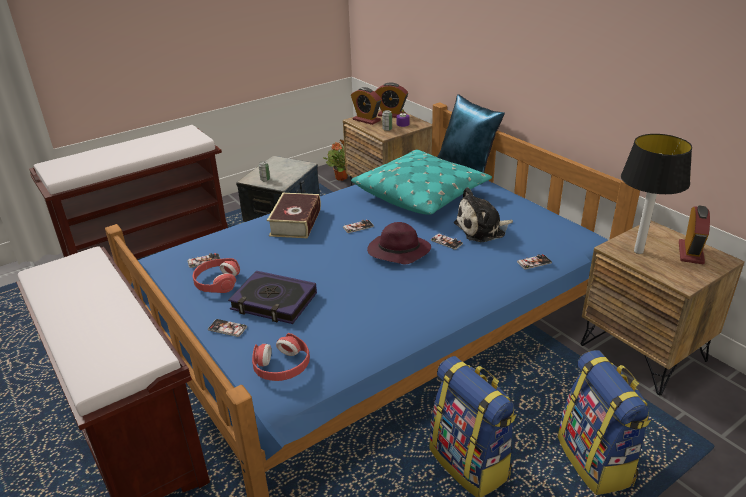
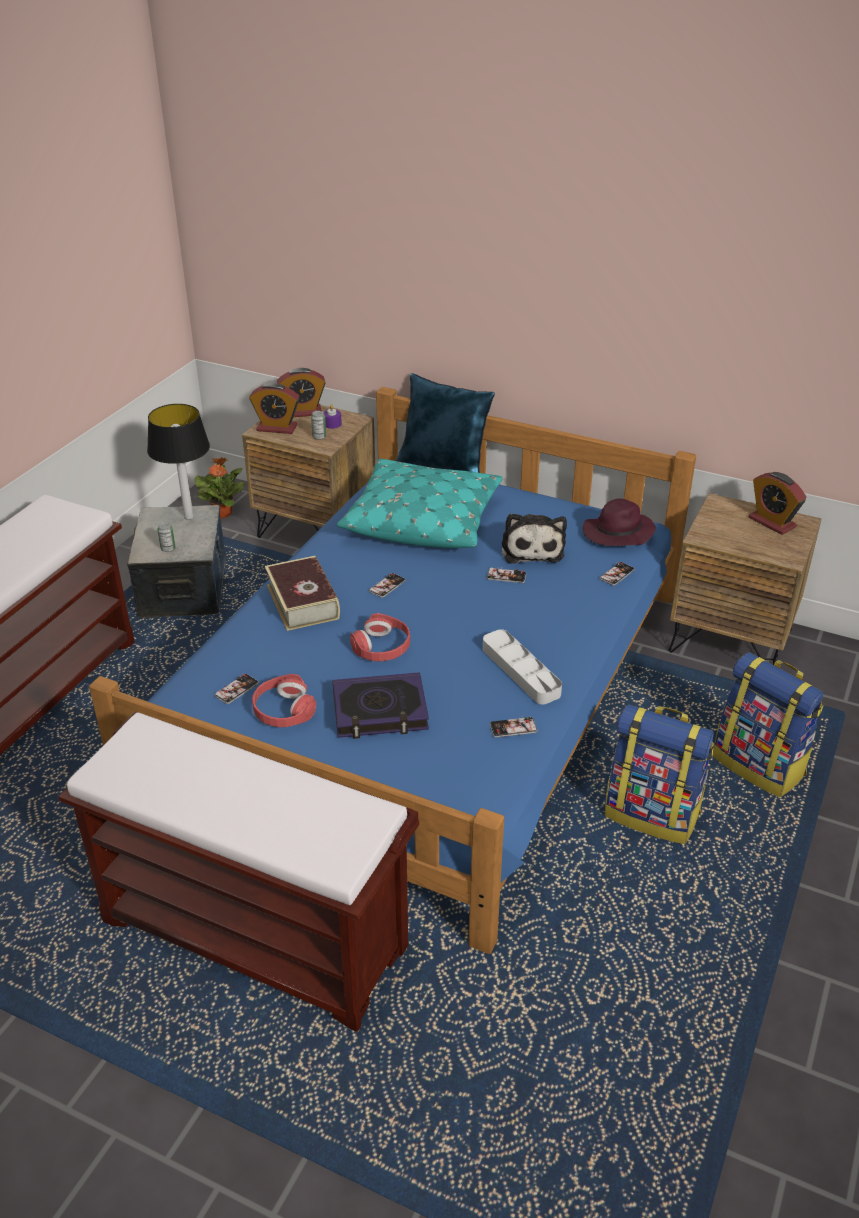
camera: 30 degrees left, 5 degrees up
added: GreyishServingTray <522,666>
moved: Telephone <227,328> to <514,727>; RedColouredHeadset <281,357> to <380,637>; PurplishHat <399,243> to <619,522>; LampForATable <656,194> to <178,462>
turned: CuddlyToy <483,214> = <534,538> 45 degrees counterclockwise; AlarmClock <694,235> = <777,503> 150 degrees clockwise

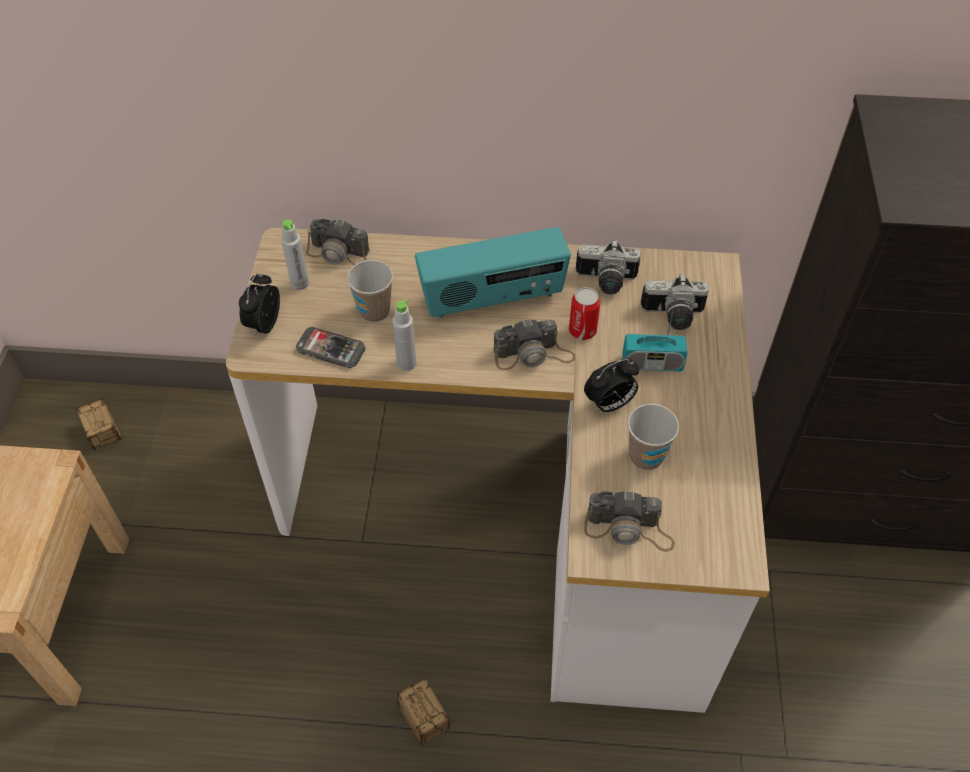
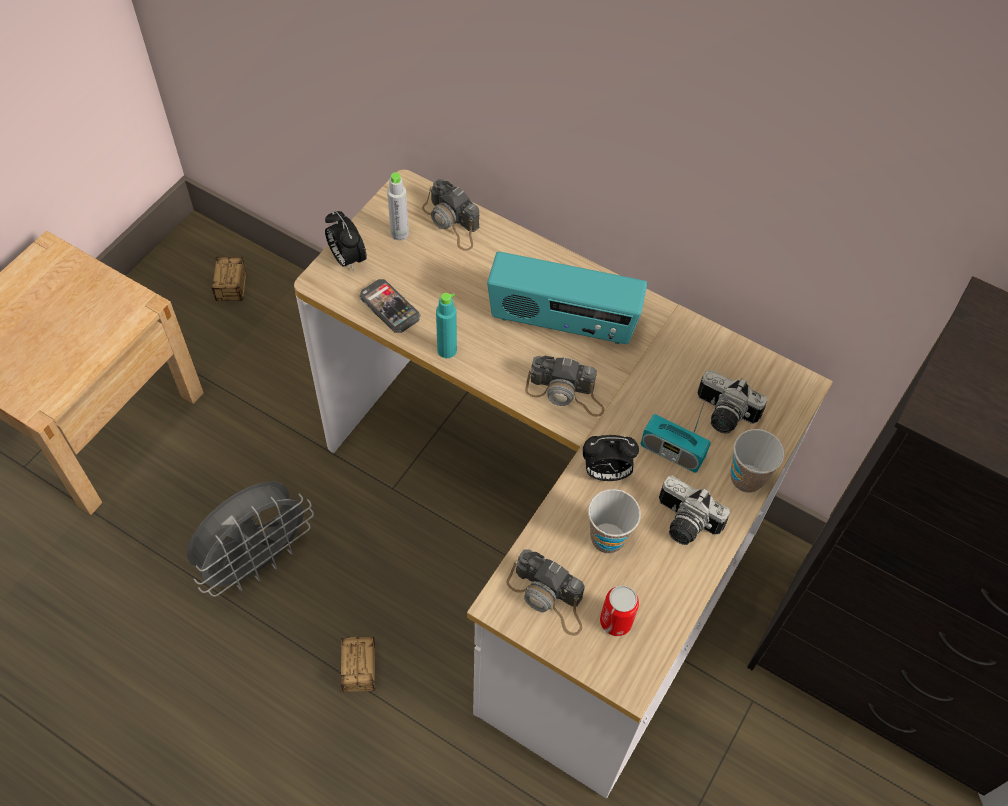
camera: 25 degrees right, 5 degrees up
added: GreyishCoolingFan <250,539>
moved: Cup <370,291> to <758,461>; Can <584,313> to <619,610>; PhotoCamera <608,267> to <694,510>
recoloured: GreyishBeverageBottle <404,335> to TurquoiseBeverageBottle <446,325>
turned: AlarmClock <259,305> = <346,241> 75 degrees counterclockwise

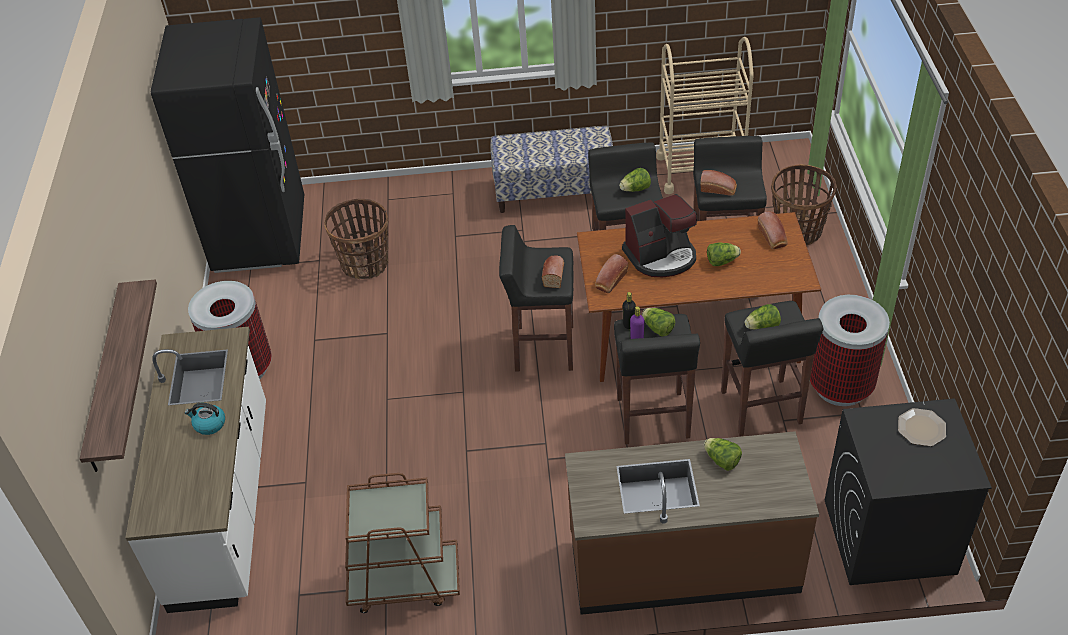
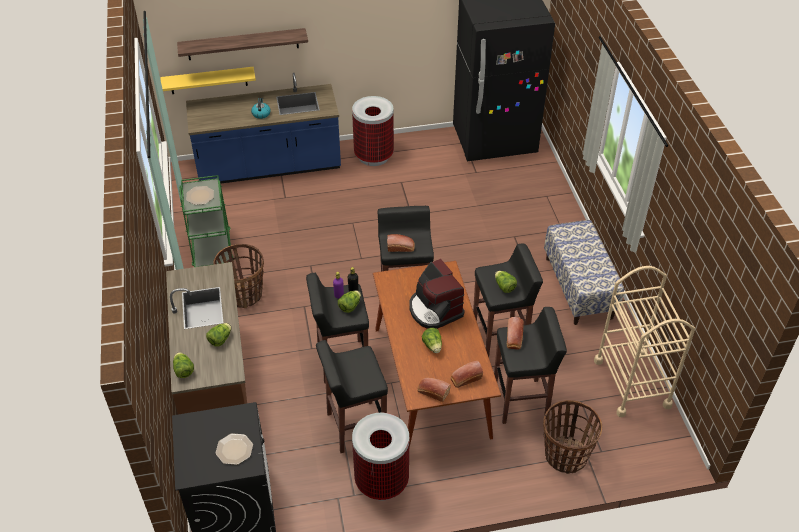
camera: 80 degrees right, 0 degrees up
added: YellowBracketShelf <208,80>; DinnerPlate <200,195>
moved: Basket <356,239> to <239,276>; BakeryBread <611,273> to <434,390>; Lettuce <763,317> to <183,365>
recoloured: WhiteColouredKitchenBaseUnit <195,470> to BlueKitchenBaseUnit <263,128>; BrownCart <402,543> to GreenCart <206,221>

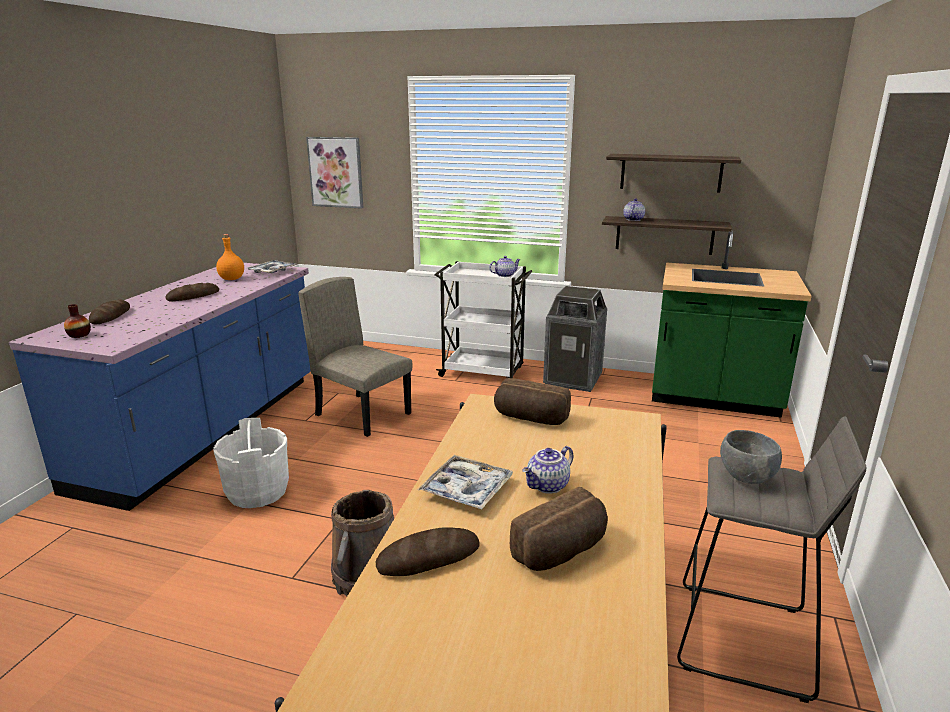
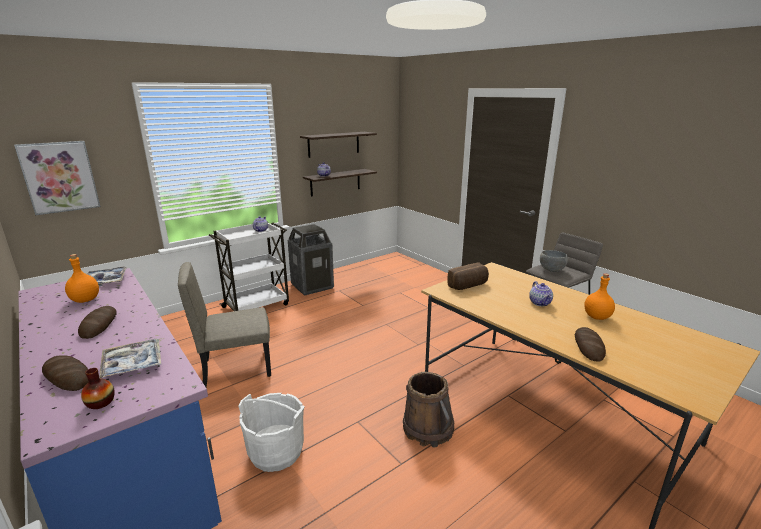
camera: 55 degrees left, 0 degrees up
removed: GreenKitchenBaseUnit <732,324>
moved: ServingTray <465,482> to <130,358>
replaced: BakeryBread <559,529> to OrangeBeverageBottle <599,296>

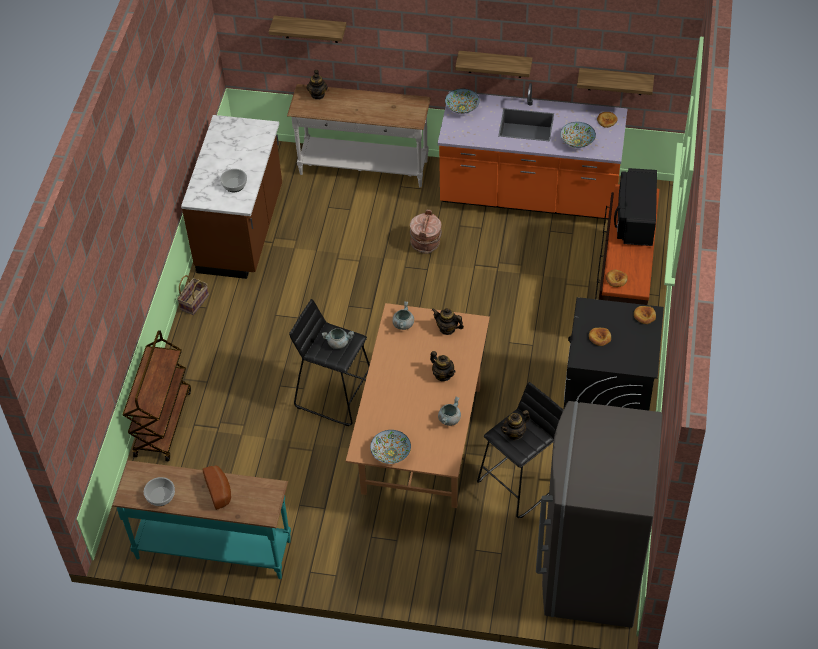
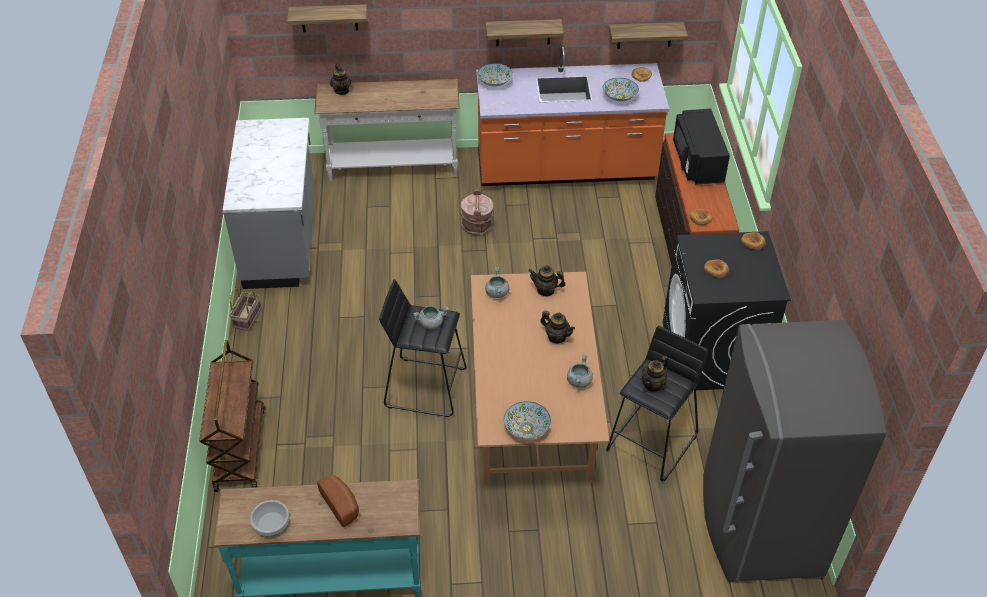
camera: 15 degrees left, 5 degrees down
removed: DeepDish <233,180>
recoloured: BrownKitchenBaseUnit <231,197> to GreyishKitchenBaseUnit <269,203>

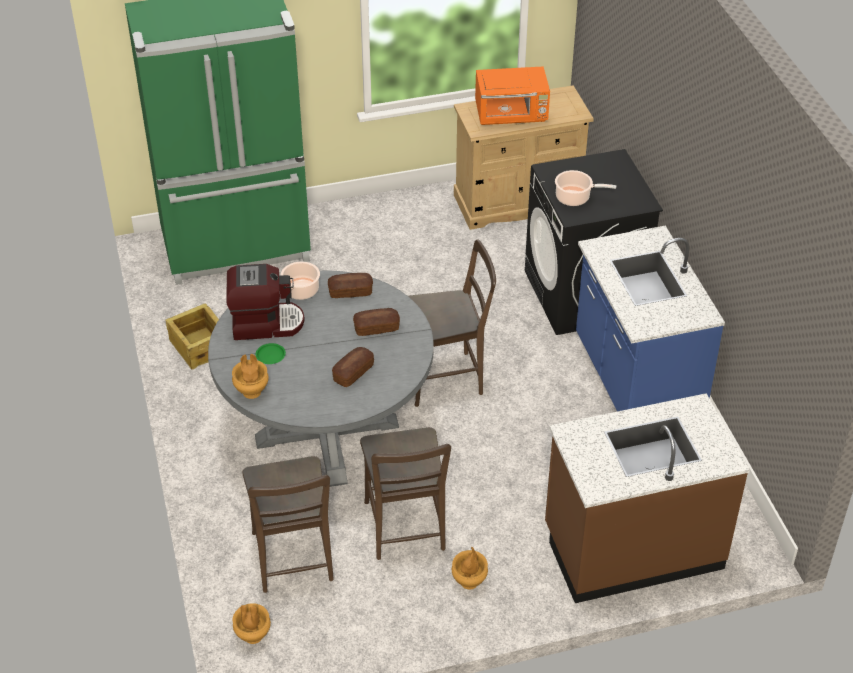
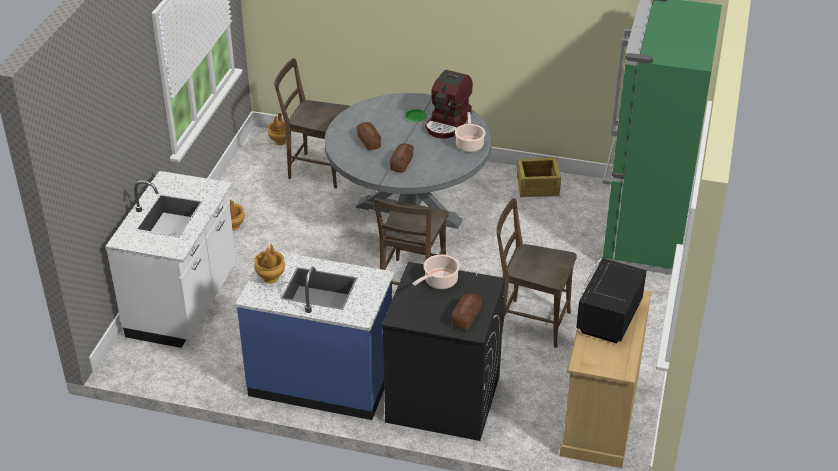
camera: 120 degrees right, 5 degrees down
moved: BrownVase <250,376> to <269,263>; BakeryBread <350,285> to <466,311>; BrownChair <405,493> to <536,273>
recoloured: OrangeMicrowaveOven <512,95> to BlackColouredMicrowaveOven <611,301>; BrownKitchenBaseUnit <647,498> to WhiteColouredKitchenBaseUnit <170,259>

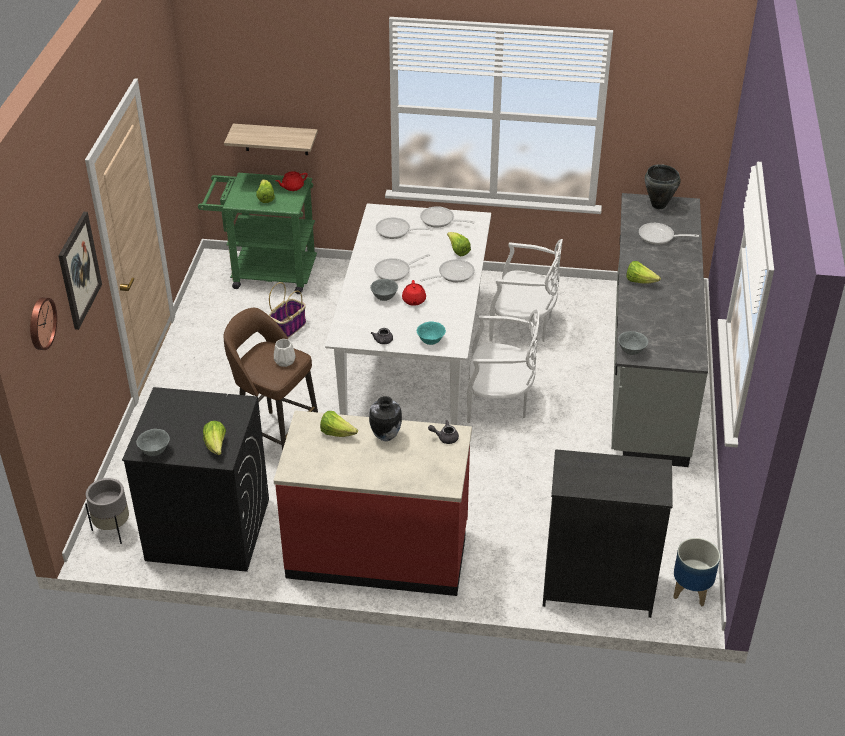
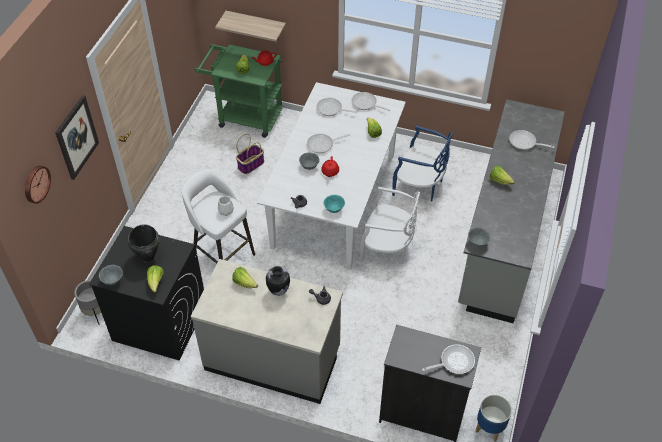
camera: 10 degrees right, 10 degrees up
moved: Pan <447,270> to <448,359>; BlackColouredStockpot <663,186> to <144,243>
recoloured: BrownSittingStool <270,379> to WhiteColouredSittingStool <218,216>; RedColouredKitchenBaseUnit <373,503> to GreyishKitchenBaseUnit <267,331>; WhiteColouredChair <526,290> to BlueChair <422,164>

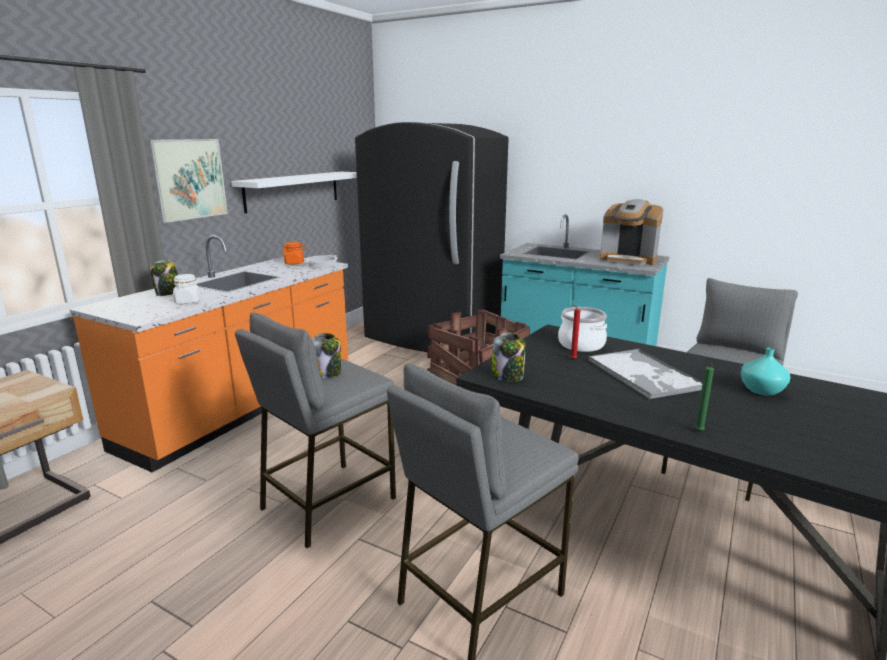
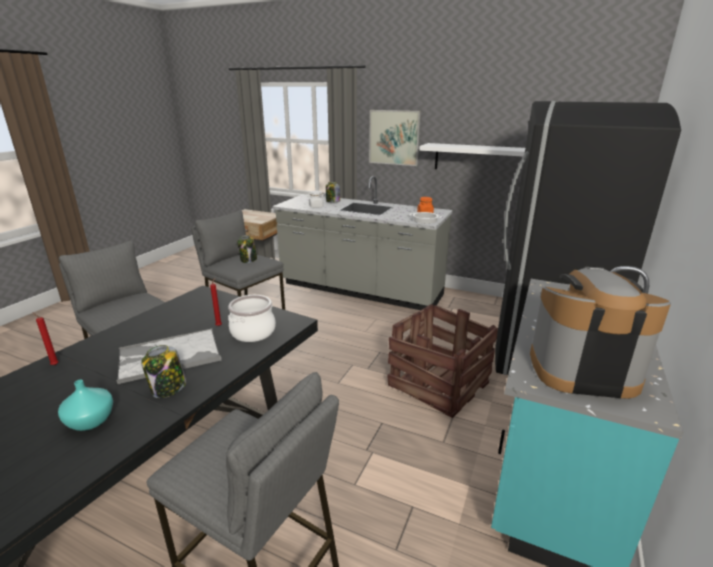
camera: 85 degrees right, 5 degrees up
moved: PreserveJar <509,357> to <163,371>
recoloured: OrangeKitchenBaseUnit <209,353> to GreyishKitchenBaseUnit <362,243>; GreenWaxLight <704,397> to RedColouredWaxLight <46,338>
turned: CoffeeMachine <631,232> = <600,332> 75 degrees clockwise

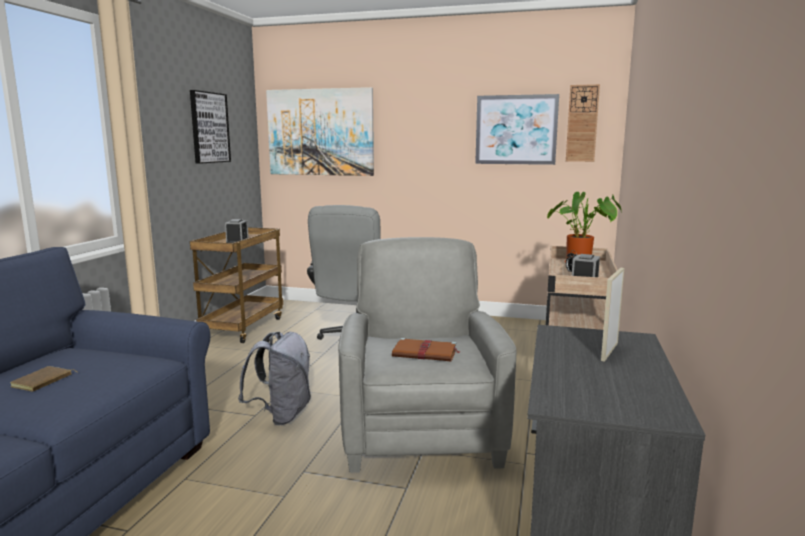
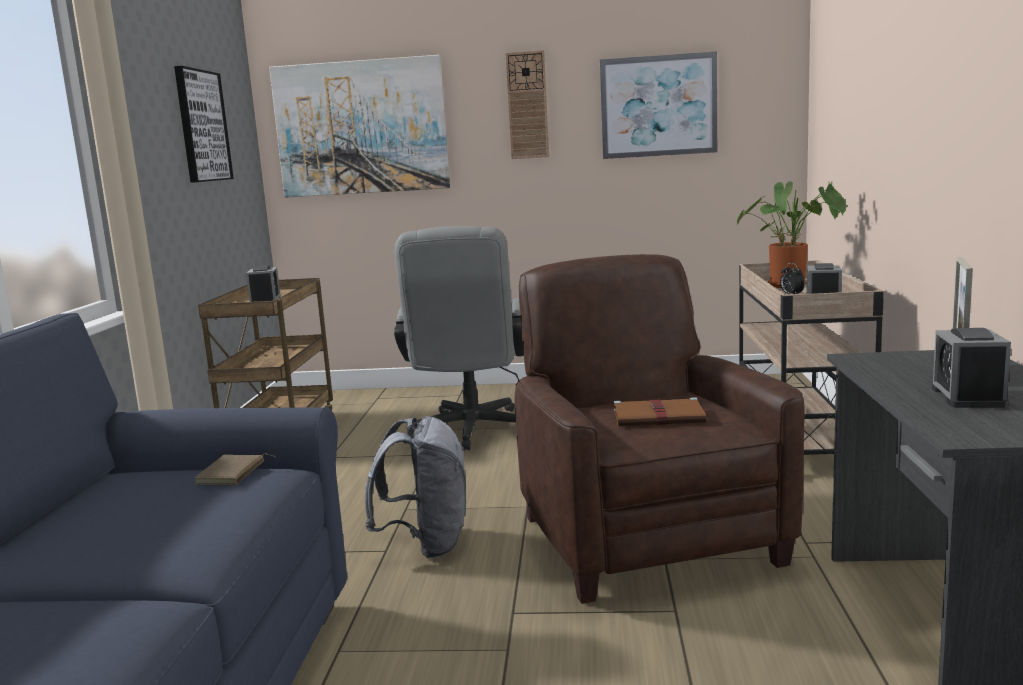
camera: 10 degrees left, 0 degrees up
added: AlarmClock <971,368>
moved: BrownBoundBook <44,379> to <235,469>; ClockOnTheWall <583,123> to <527,104>
recoloured: GreyishLoungeChair <427,355> to BrownLoungeChair <659,429>

